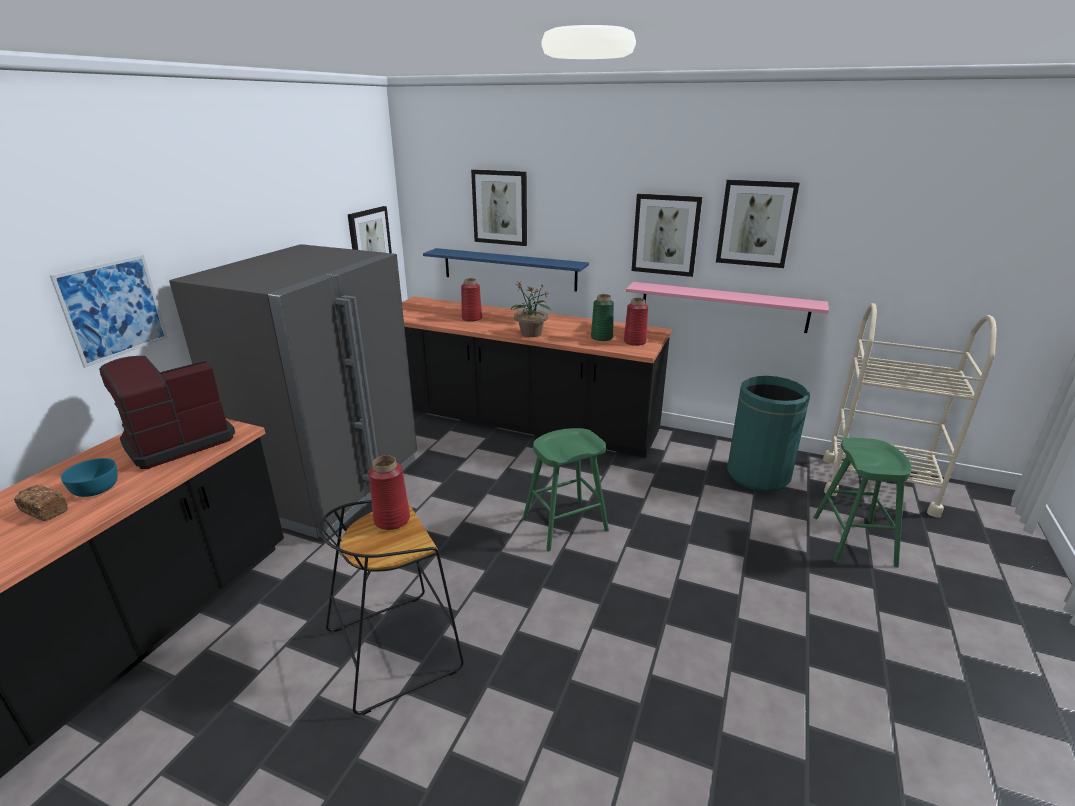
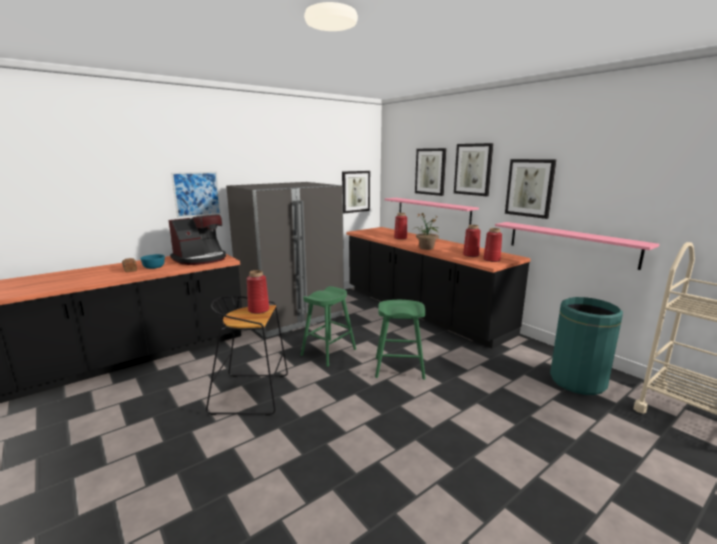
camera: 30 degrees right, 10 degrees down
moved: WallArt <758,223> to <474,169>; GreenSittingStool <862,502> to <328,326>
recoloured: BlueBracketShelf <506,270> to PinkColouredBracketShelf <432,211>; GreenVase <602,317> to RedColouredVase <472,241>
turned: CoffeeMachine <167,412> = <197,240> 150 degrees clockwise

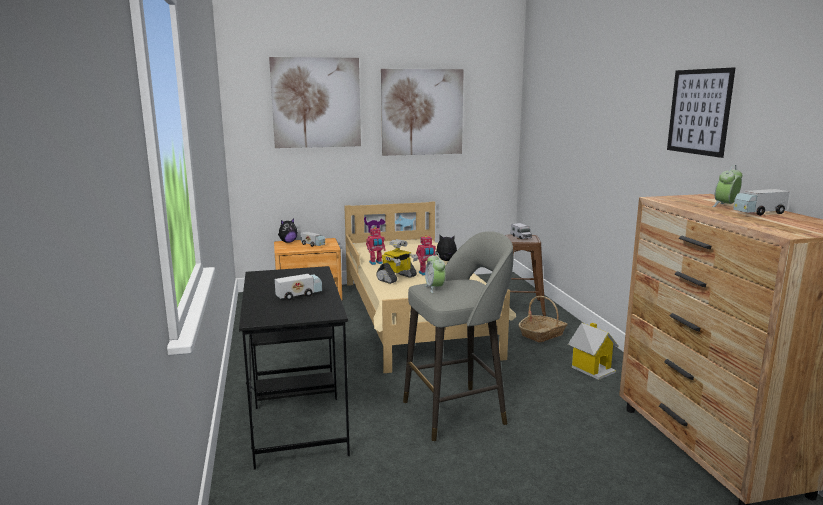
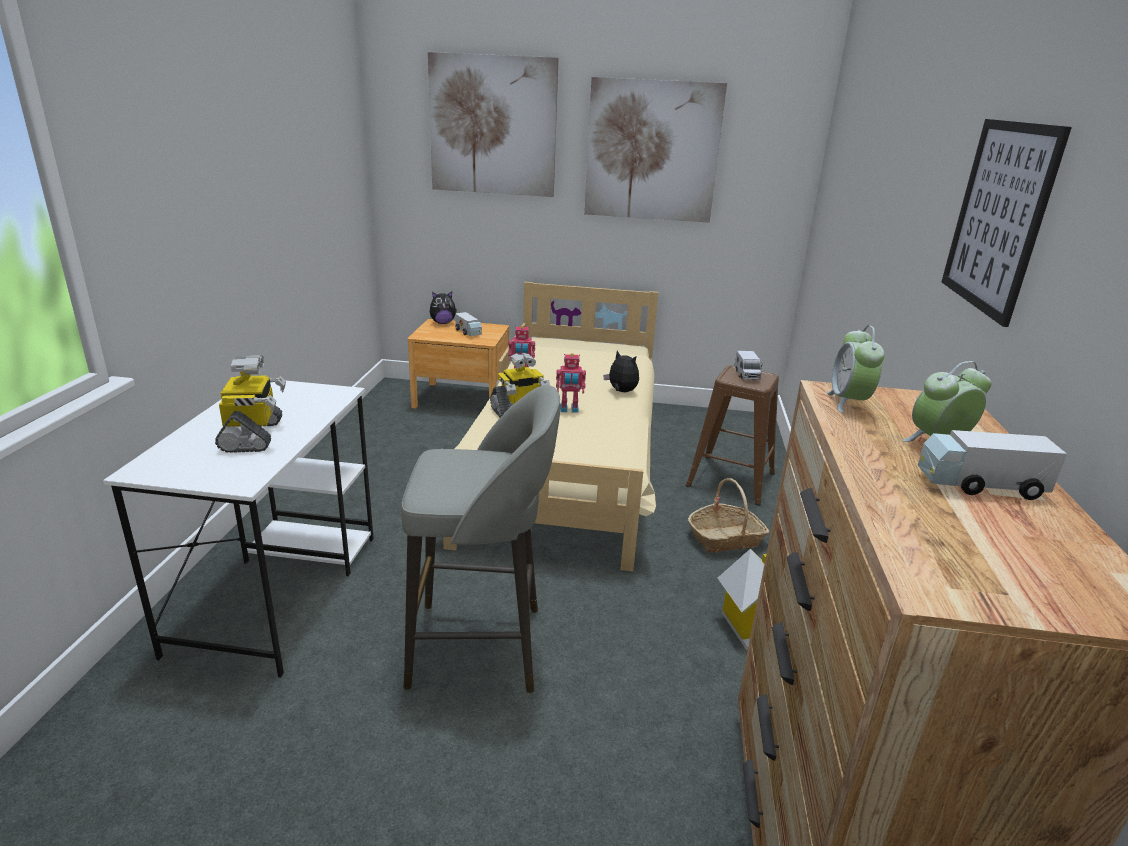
camera: 20 degrees right, 10 degrees up
moved: AlarmClock <435,273> to <856,369>
replaced: ToyTruck <298,287> to RobotFigure <250,404>
recoloured: BlackColouredDesk <294,367> to WhiteColouredDesk <238,529>

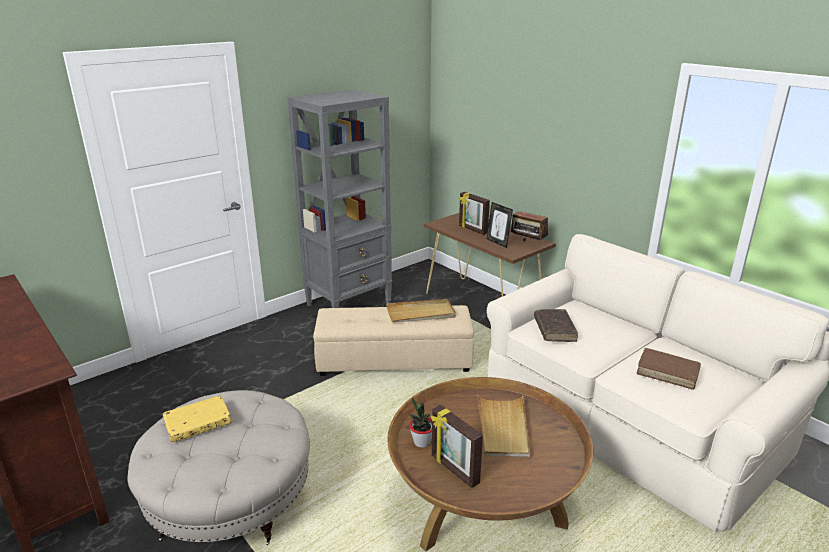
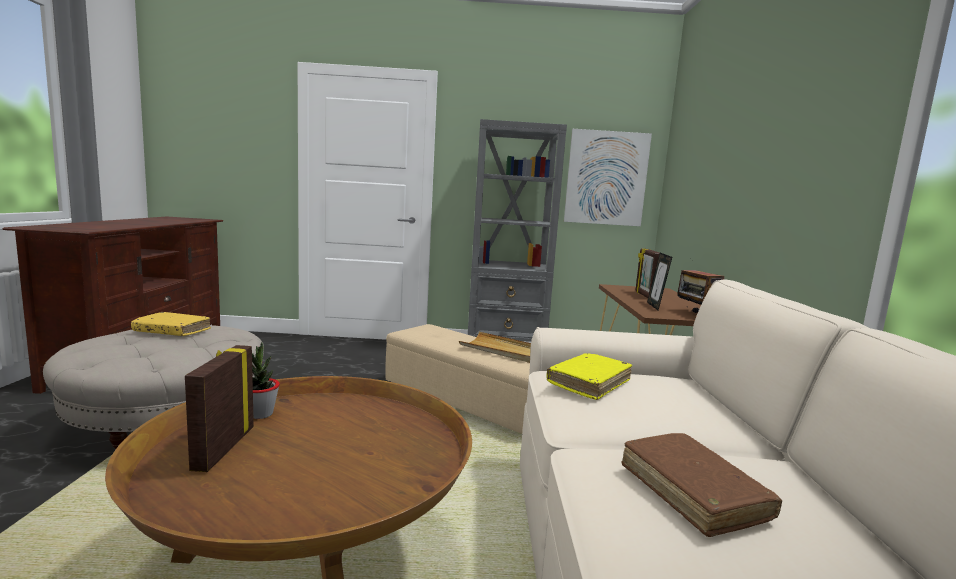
camera: 40 degrees right, 15 degrees down
removed: BeigeColouredServingTray <503,425>
added: WallArt <608,177>
recoloured: BrownBoundBook <556,325> to YellowBoundBook <589,376>

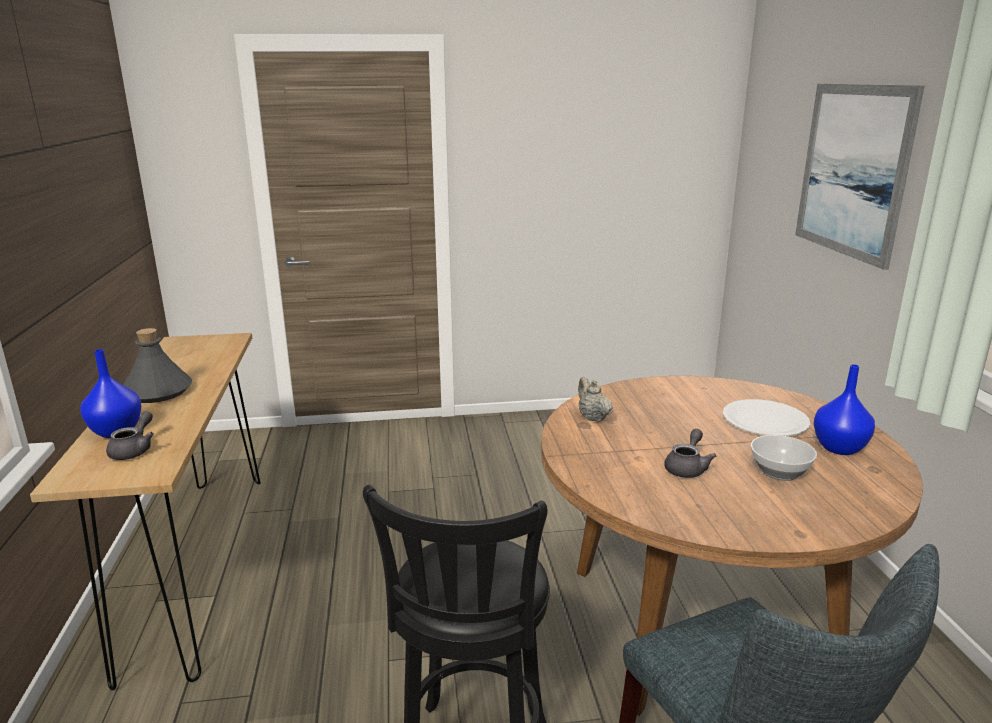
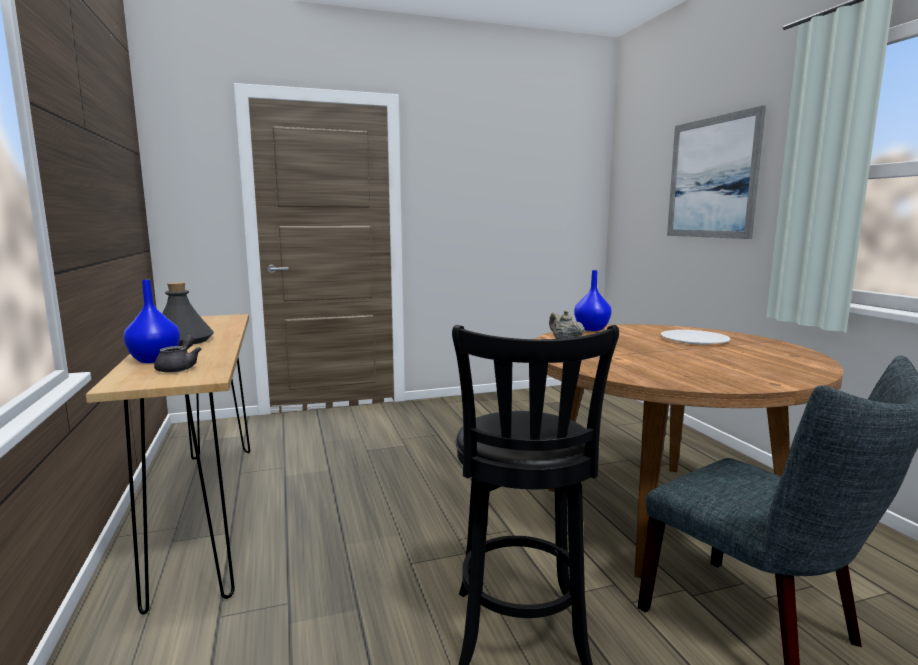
camera: 10 degrees left, 10 degrees down
removed: GreyishPotForTea <690,453>; DeepDish <784,458>
moved: BlueVase <844,409> to <593,300>

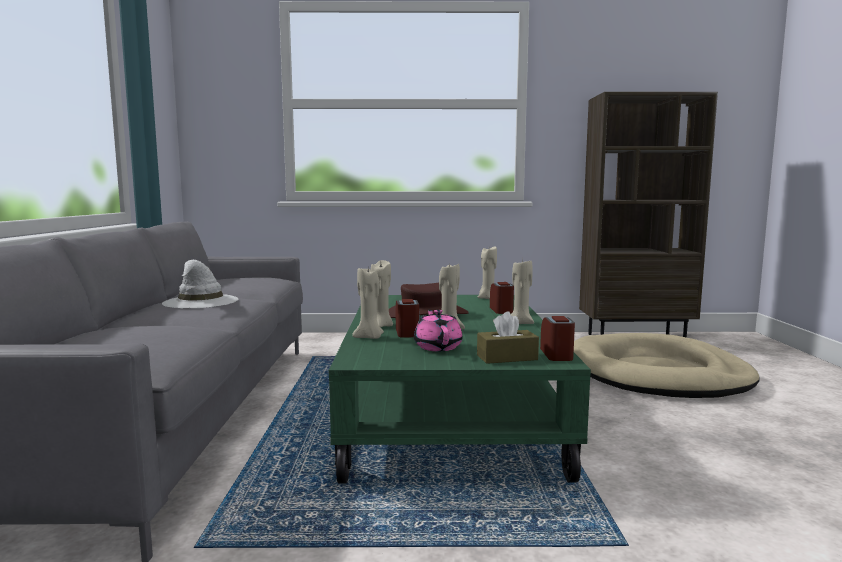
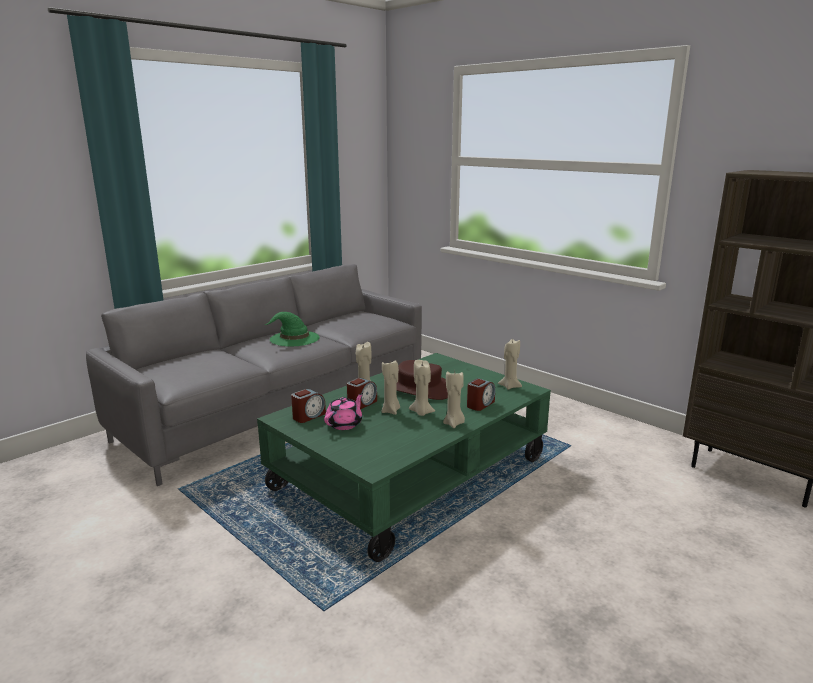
camera: 45 degrees right, 10 degrees up
removed: BrownTissueBox <508,337>; BeigeColouredPetBed <667,365>
moved: BeigeColouredWaxLight <368,303> to <422,388>; AlarmClock <557,338> to <308,406>
recoloured: WhiteColouredHat <200,284> to GreenHat <292,329>

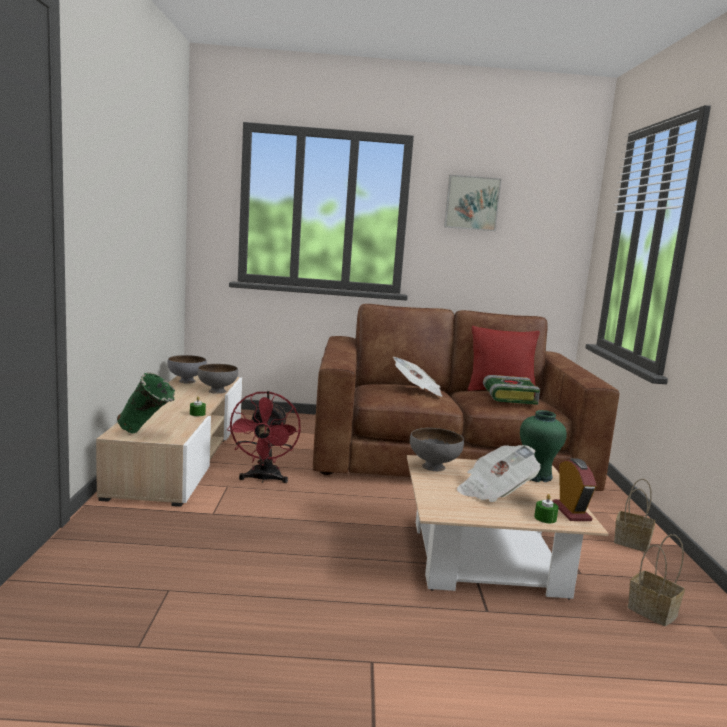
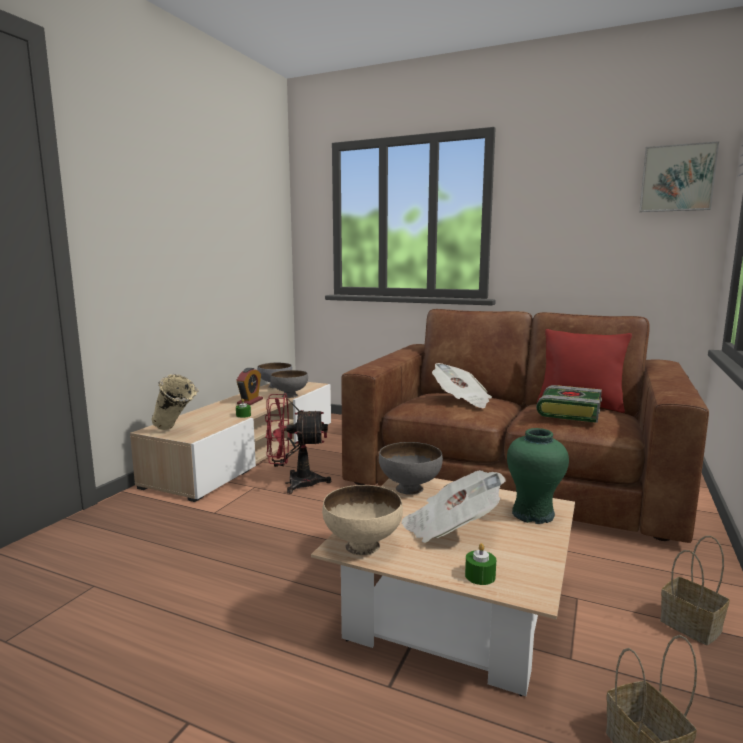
camera: 25 degrees right, 0 degrees up
added: BeigeColouredDeepDish <362,520>
moved: WallArt <472,203> to <679,176>; AlarmClock <574,489> to <249,386>
recoloured: GreenVase <146,402> to BeigeColouredVase <175,402>
turned: RedColouredCoolingFan <264,437> = <298,443> 60 degrees clockwise

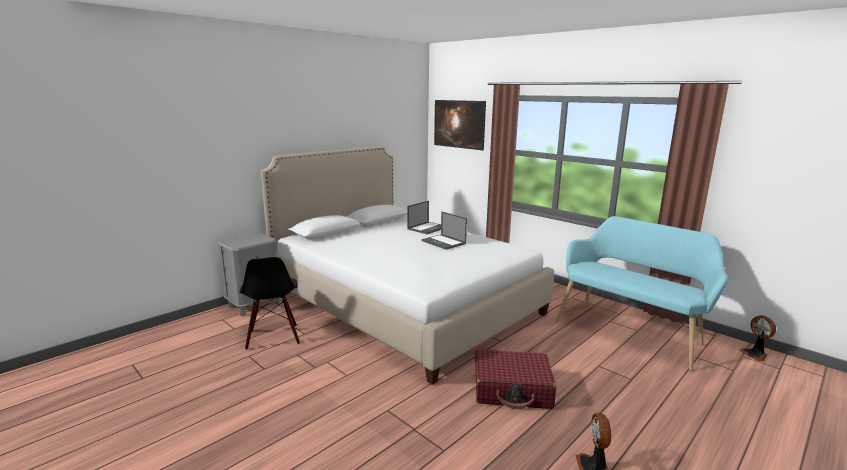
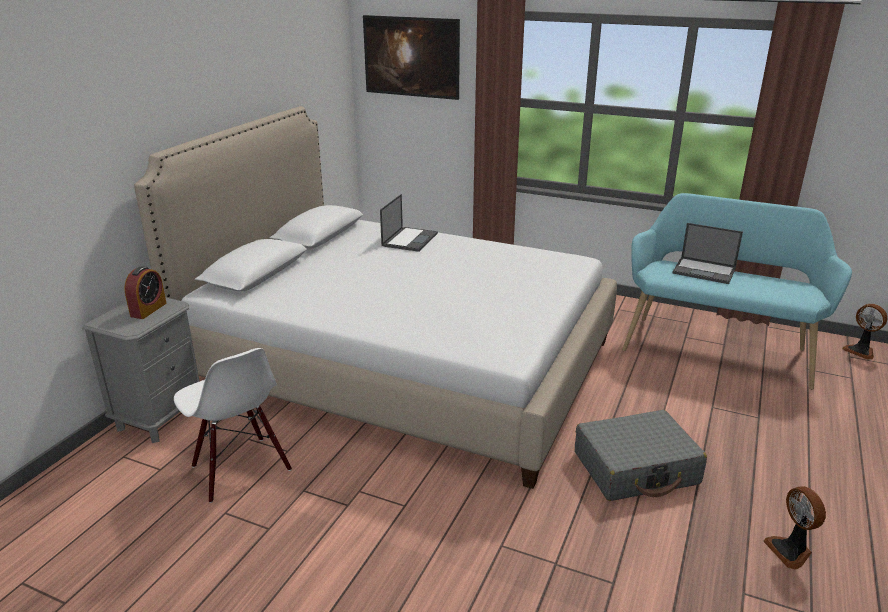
camera: 20 degrees left, 10 degrees up
added: AlarmClock <145,292>
moved: PortableComputer <444,230> to <707,253>
recoloured: BlackColouredChair <270,303> to WhiteColouredChair <233,425>; RedColouredTravelCase <515,379> to GreyishTravelCase <641,455>

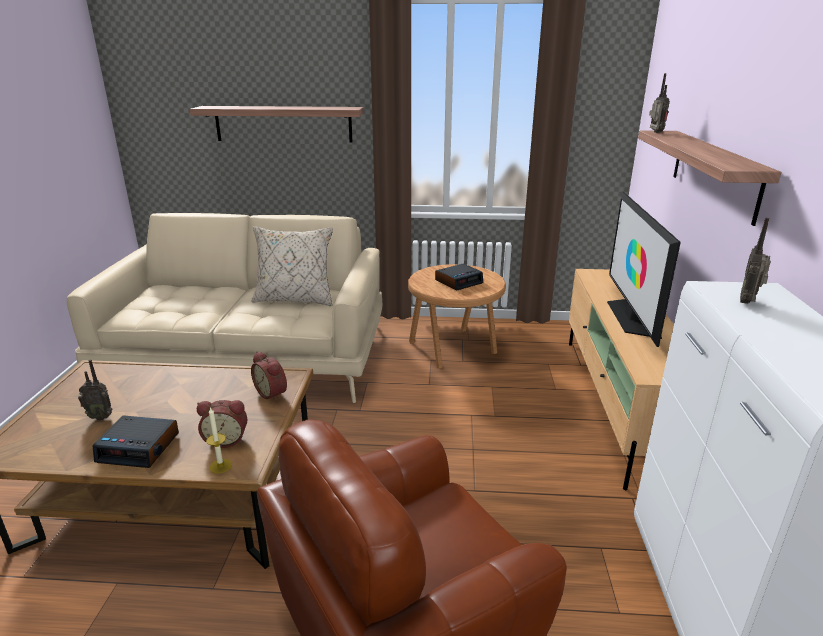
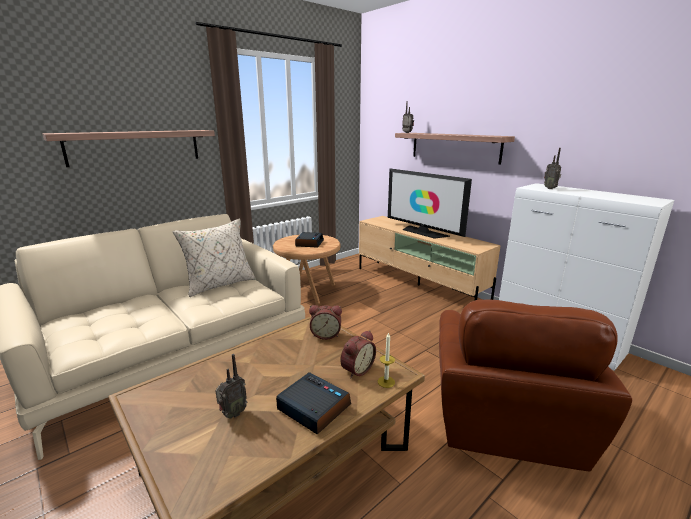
camera: 45 degrees left, 5 degrees down
turned: AlarmClock <136,441> = <313,403> 105 degrees counterclockwise

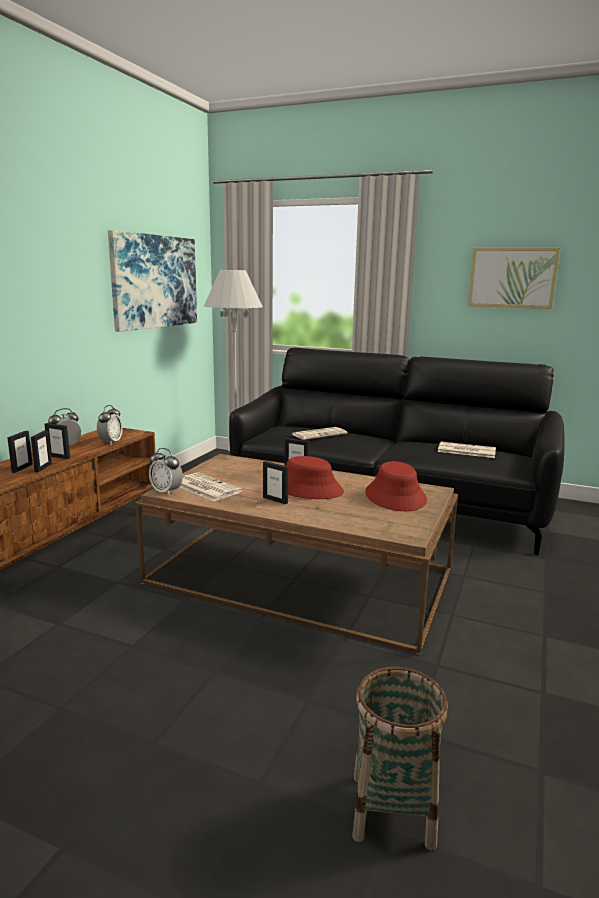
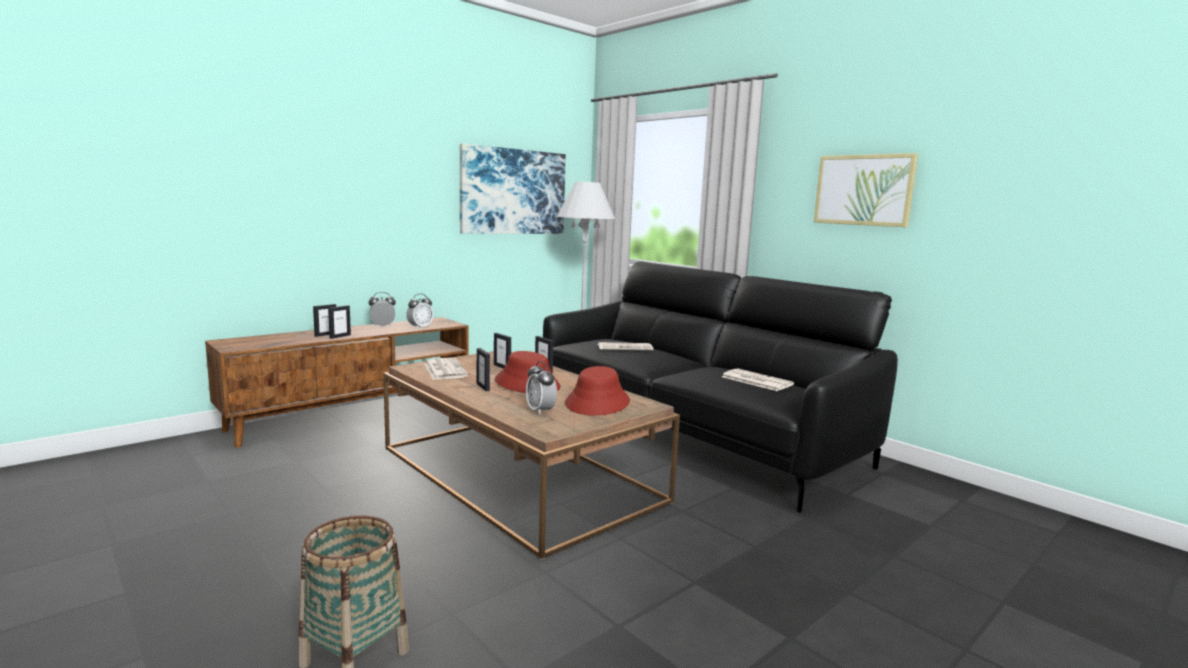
camera: 25 degrees right, 5 degrees down
moved: PhotoFrame <57,441> to <502,351>; AlarmClock <166,472> to <541,388>

